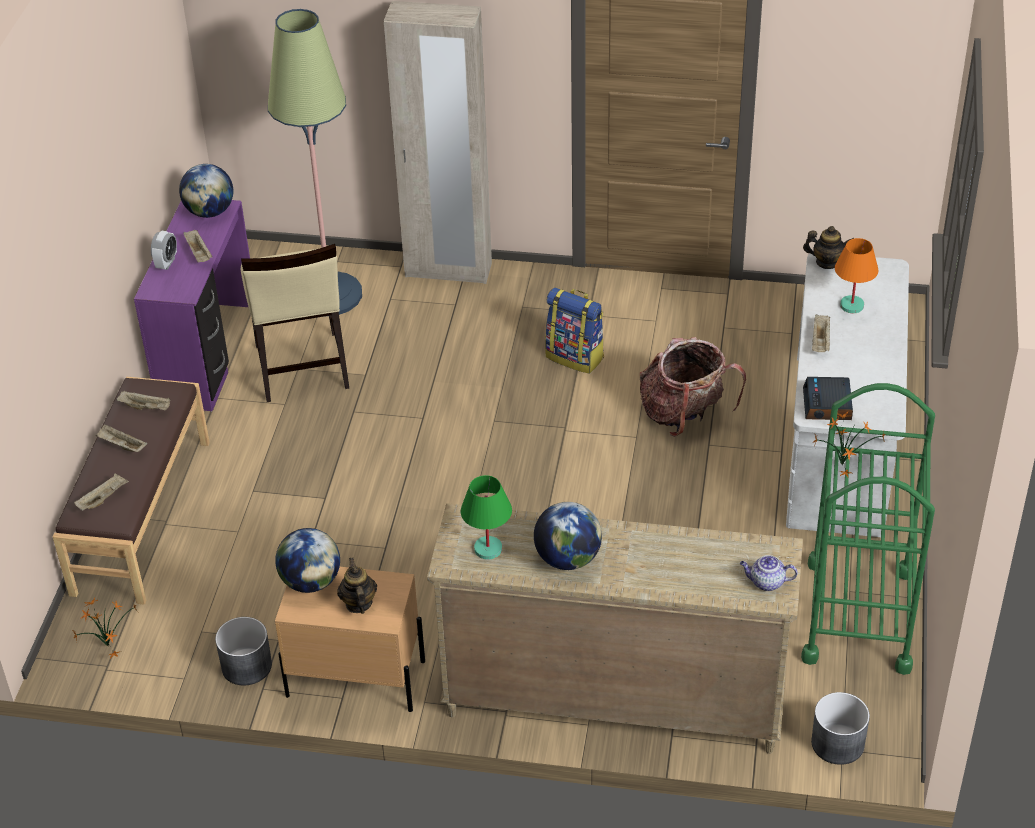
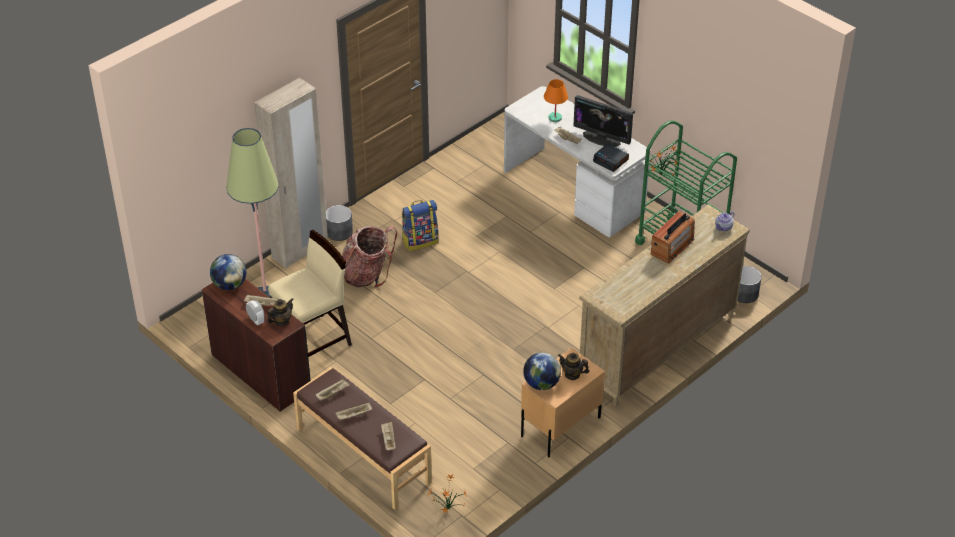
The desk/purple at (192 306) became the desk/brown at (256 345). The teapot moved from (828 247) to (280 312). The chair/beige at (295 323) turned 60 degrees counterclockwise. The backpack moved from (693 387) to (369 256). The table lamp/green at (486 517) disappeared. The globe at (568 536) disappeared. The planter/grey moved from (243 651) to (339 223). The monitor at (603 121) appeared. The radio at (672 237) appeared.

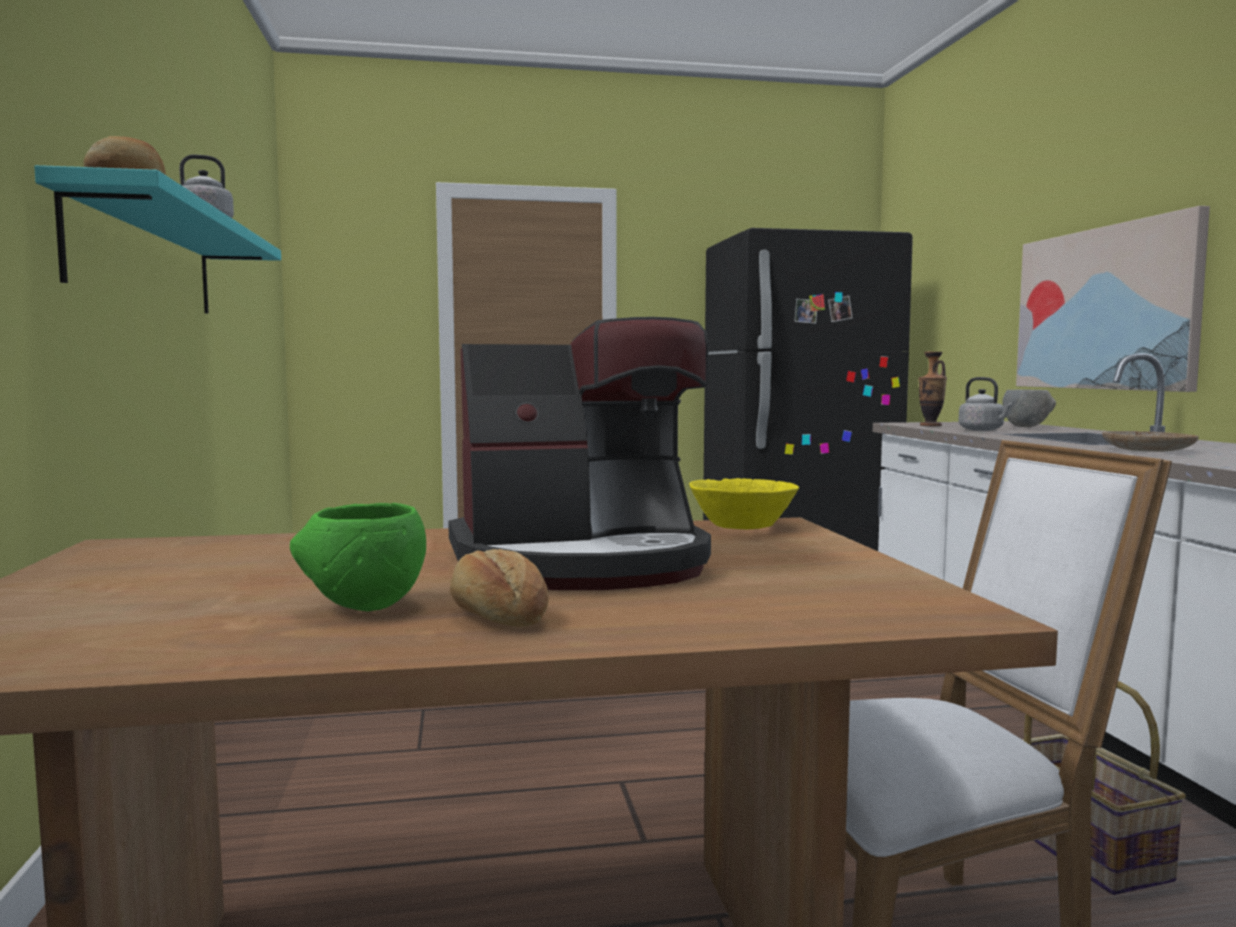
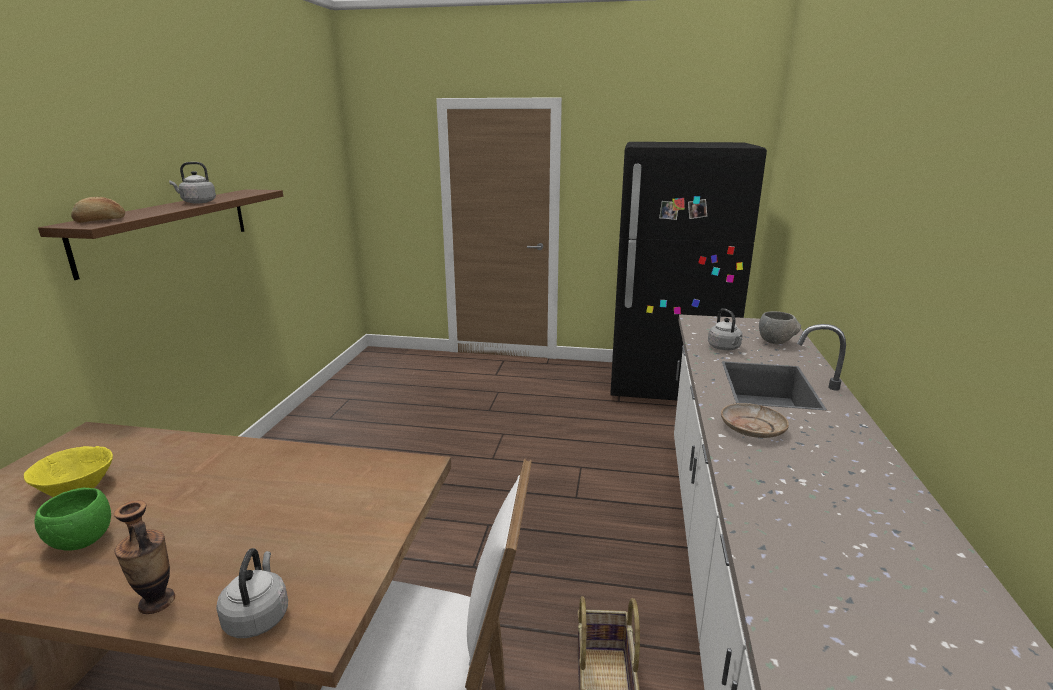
The shelf/turquoise at (157 239) became the shelf/brown at (160 234). The picture at (1113 299) disappeared. The coffee machine at (579 453) disappeared. The vase moved from (932 389) to (144 557). The bowl/yellow moved from (744 503) to (68 471). The bread at (499 588) disappeared. The kettle/grey at (252 593) appeared.

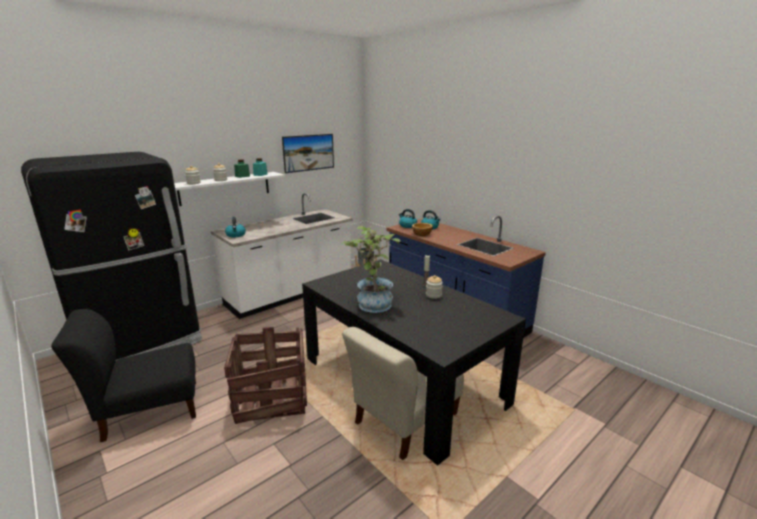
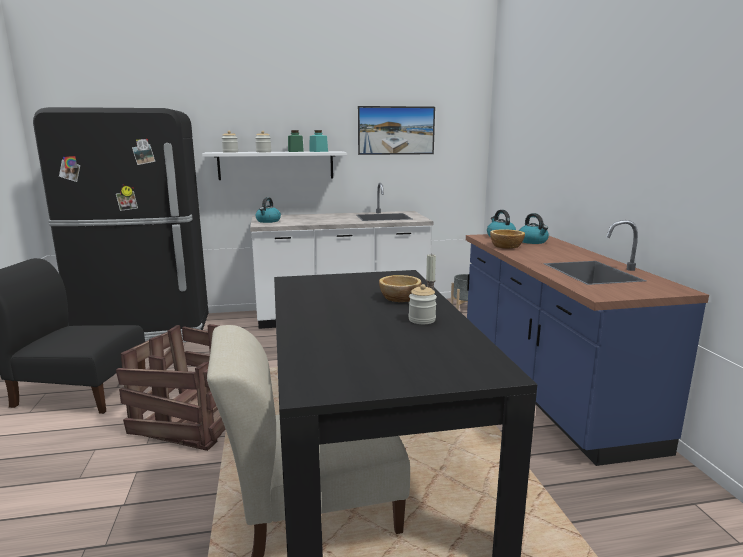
The potted plant at (371 269) disappeared. The bowl at (400 288) appeared.

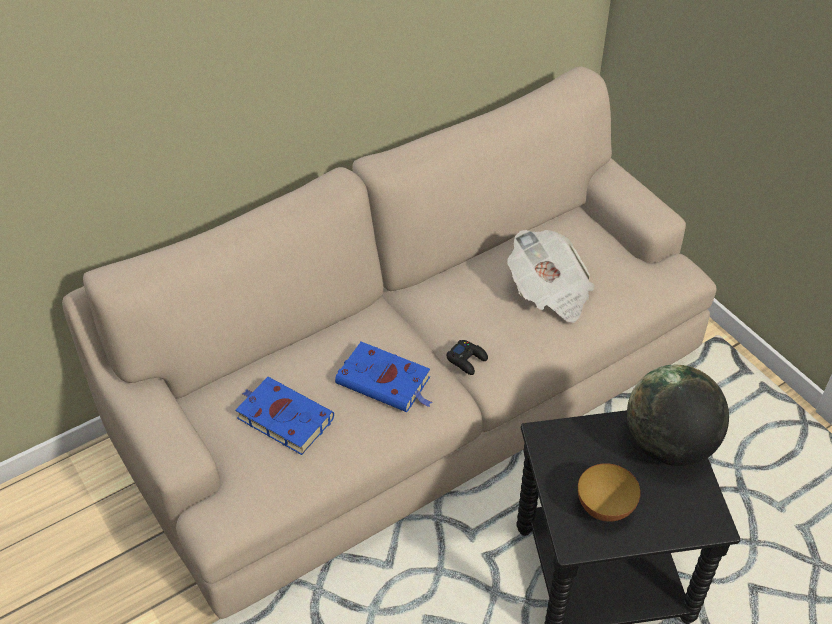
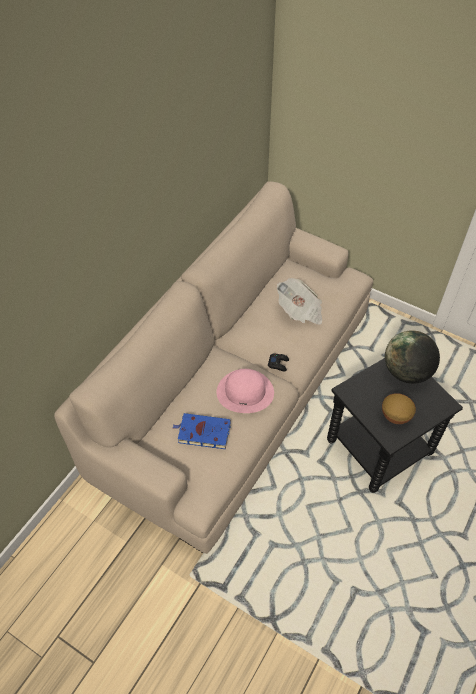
The book/blue at (384 377) was replaced by the hat/pink at (245 391).

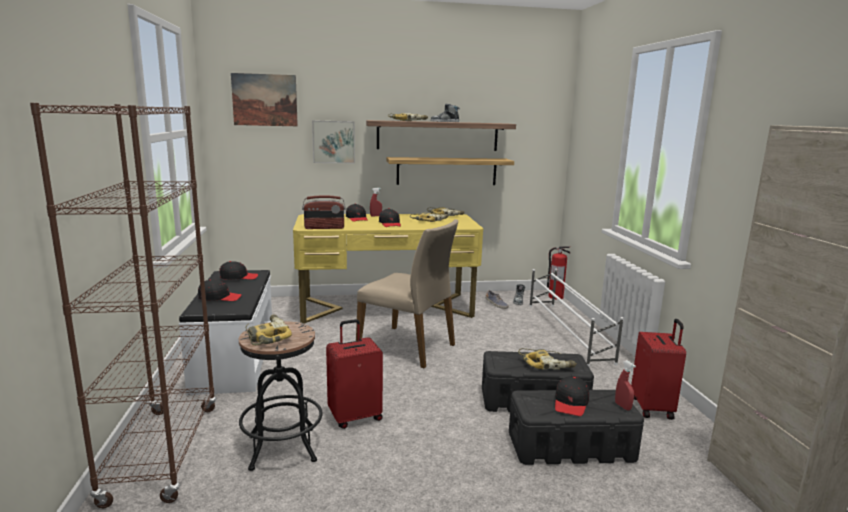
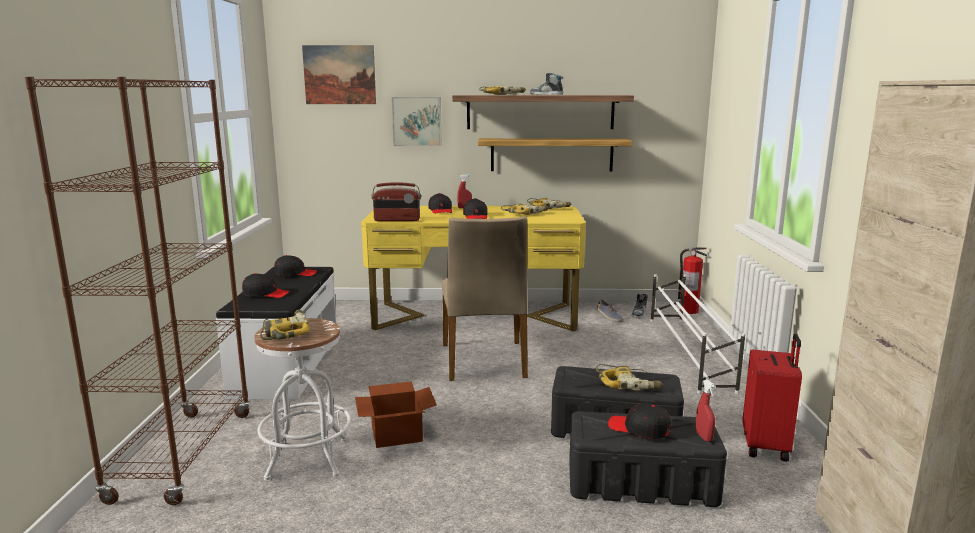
The chair/beige at (407 293) turned 45 degrees clockwise. The suitcase/red at (354 374) was replaced by the cardboard box at (396 414). The stool/black at (280 396) became the stool/white at (302 399). The cap/black at (572 396) turned 90 degrees clockwise.

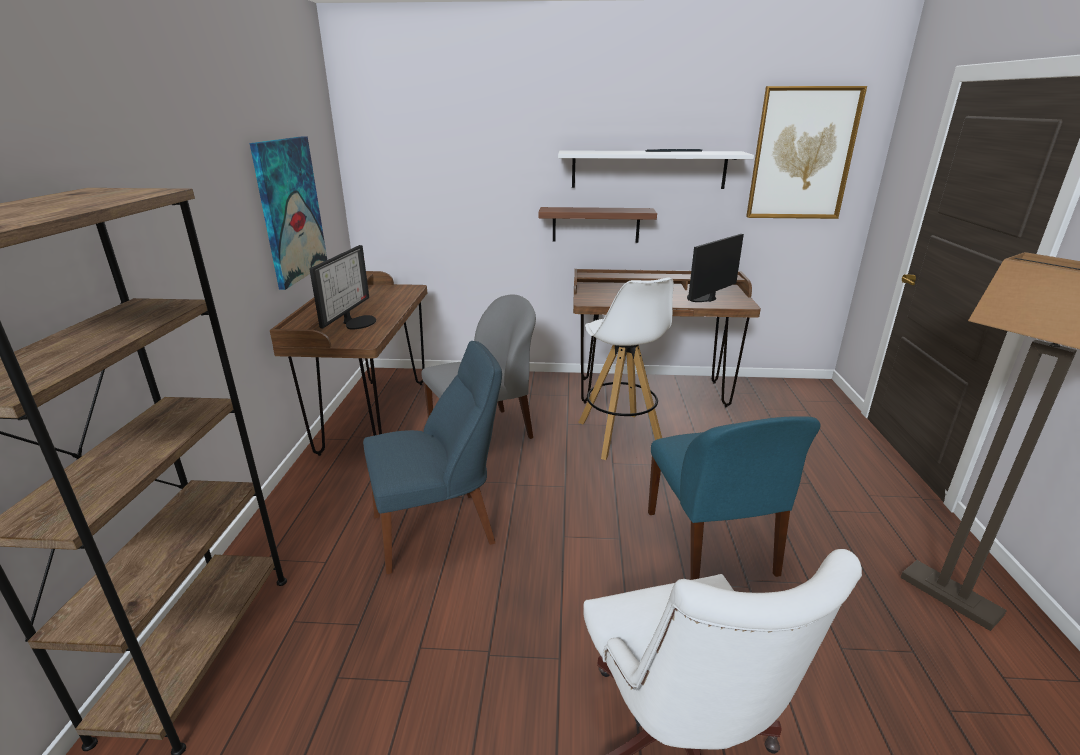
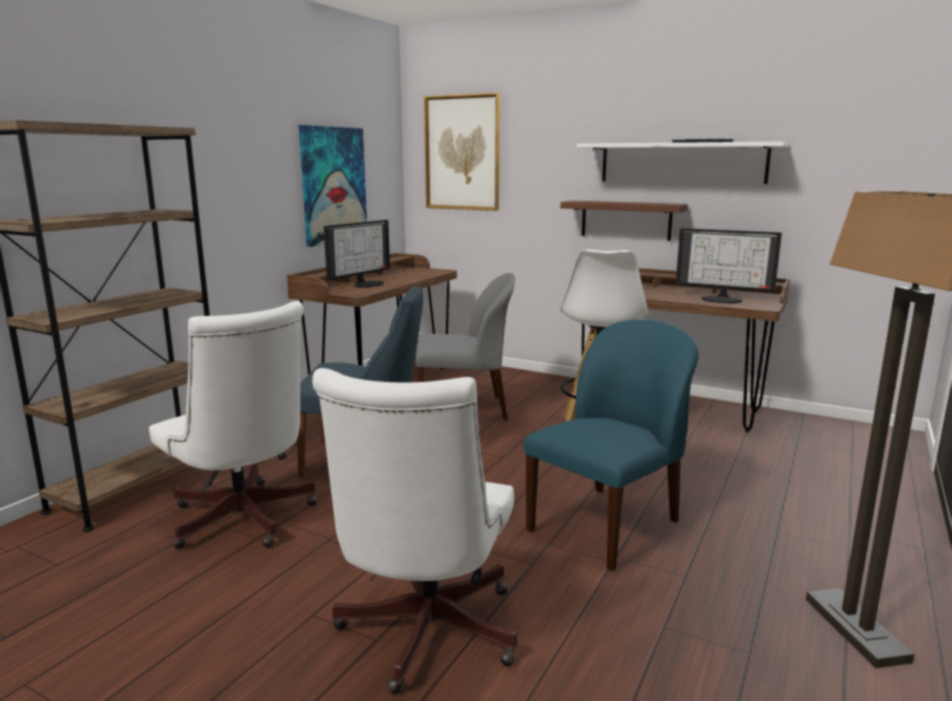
The picture moved from (806 152) to (462 152). The monitor at (715 268) turned 135 degrees counterclockwise. The chair/blue at (734 498) turned 150 degrees counterclockwise. The office chair/white at (233 425) appeared.

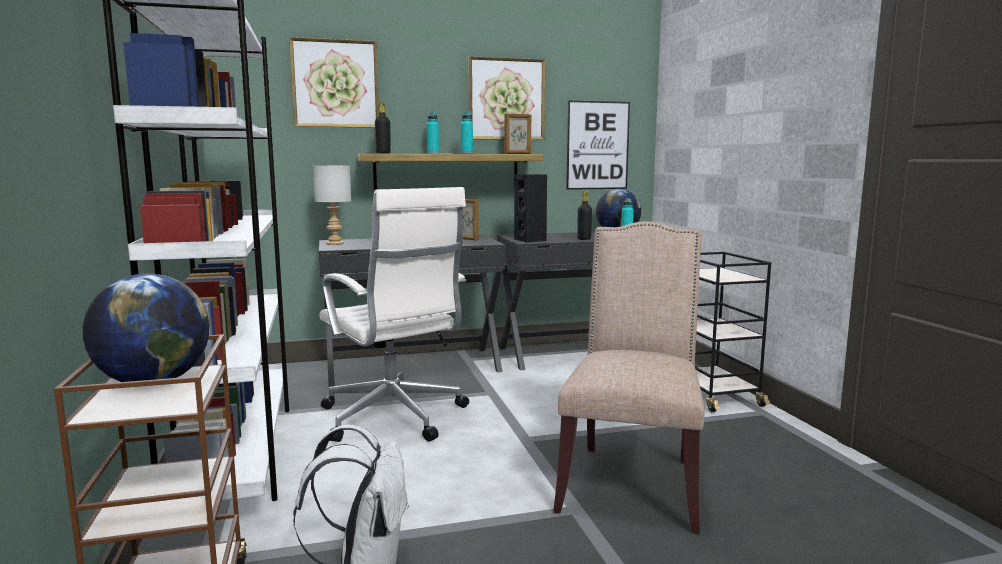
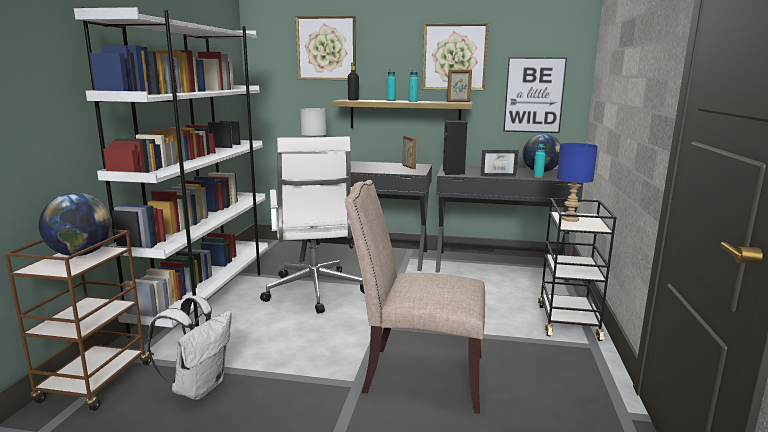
The bottle/black at (584 215) was replaced by the picture frame at (500 163). The chair/beige at (629 377) turned 120 degrees counterclockwise. The table lamp/blue at (577 182) appeared.

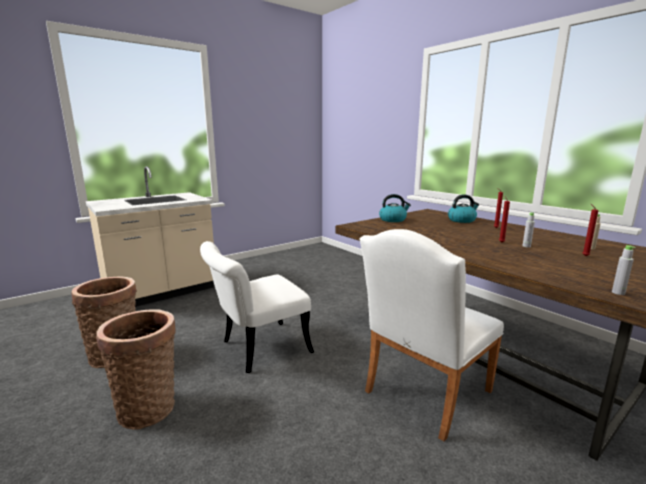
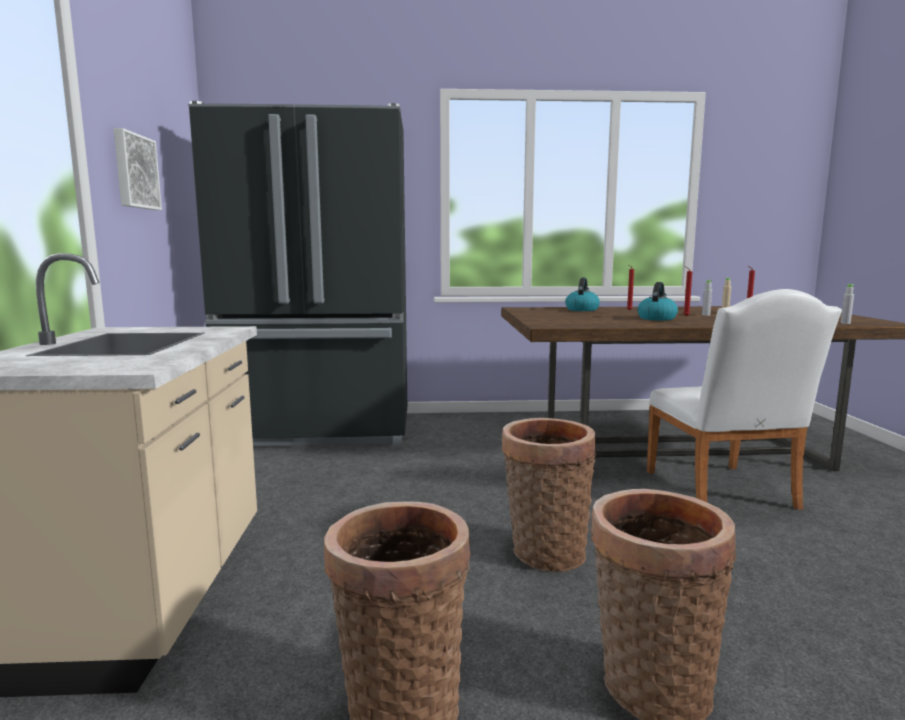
The kettle moved from (395 208) to (657 301). The chair/white at (257 307) was replaced by the basket at (548 495). The fridge/black at (297 273) appeared. The picture at (137 169) appeared.

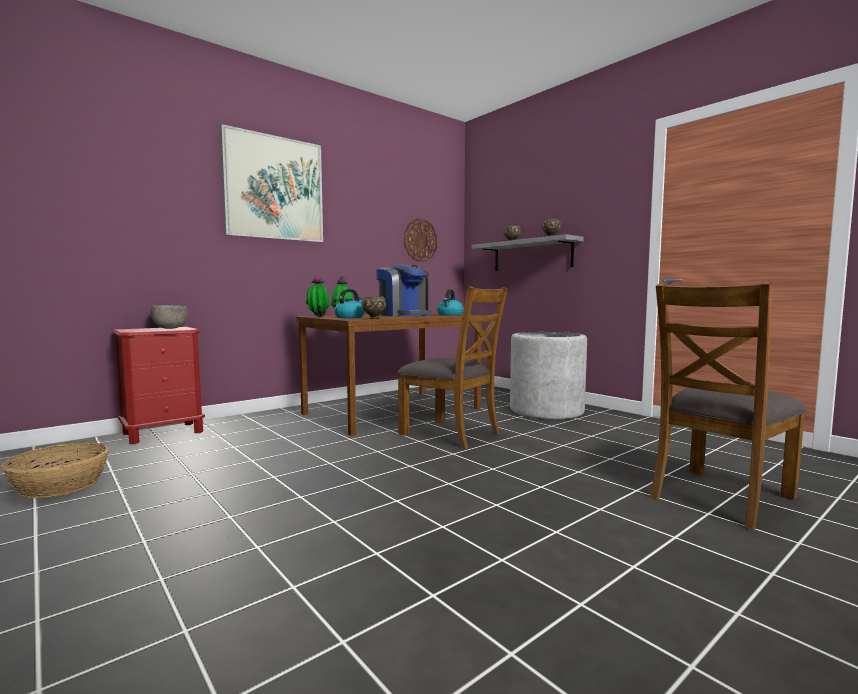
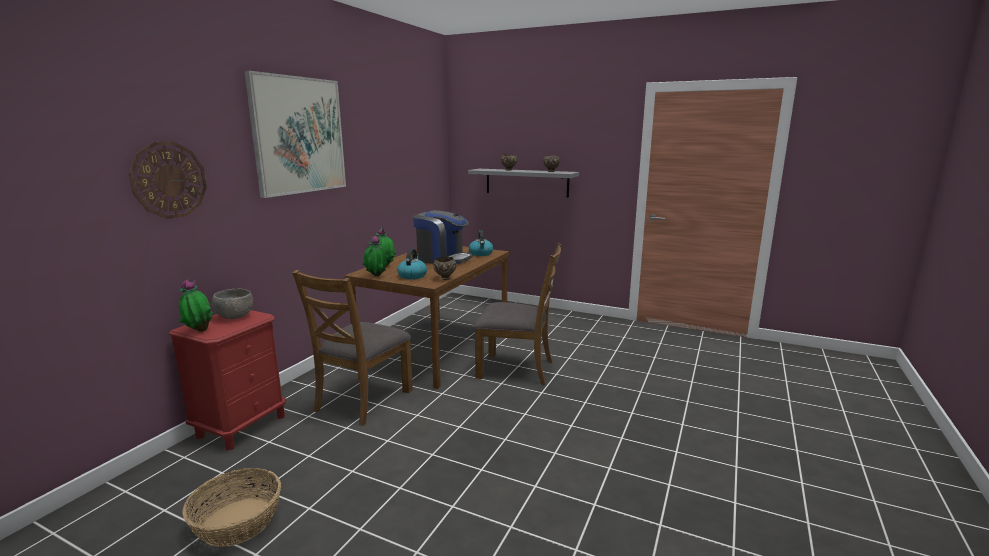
The wall clock moved from (420 240) to (168 180). The chair/brown moved from (729 406) to (353 348). The planter/grey at (548 375) disappeared. The potted plant at (196 305) appeared.

